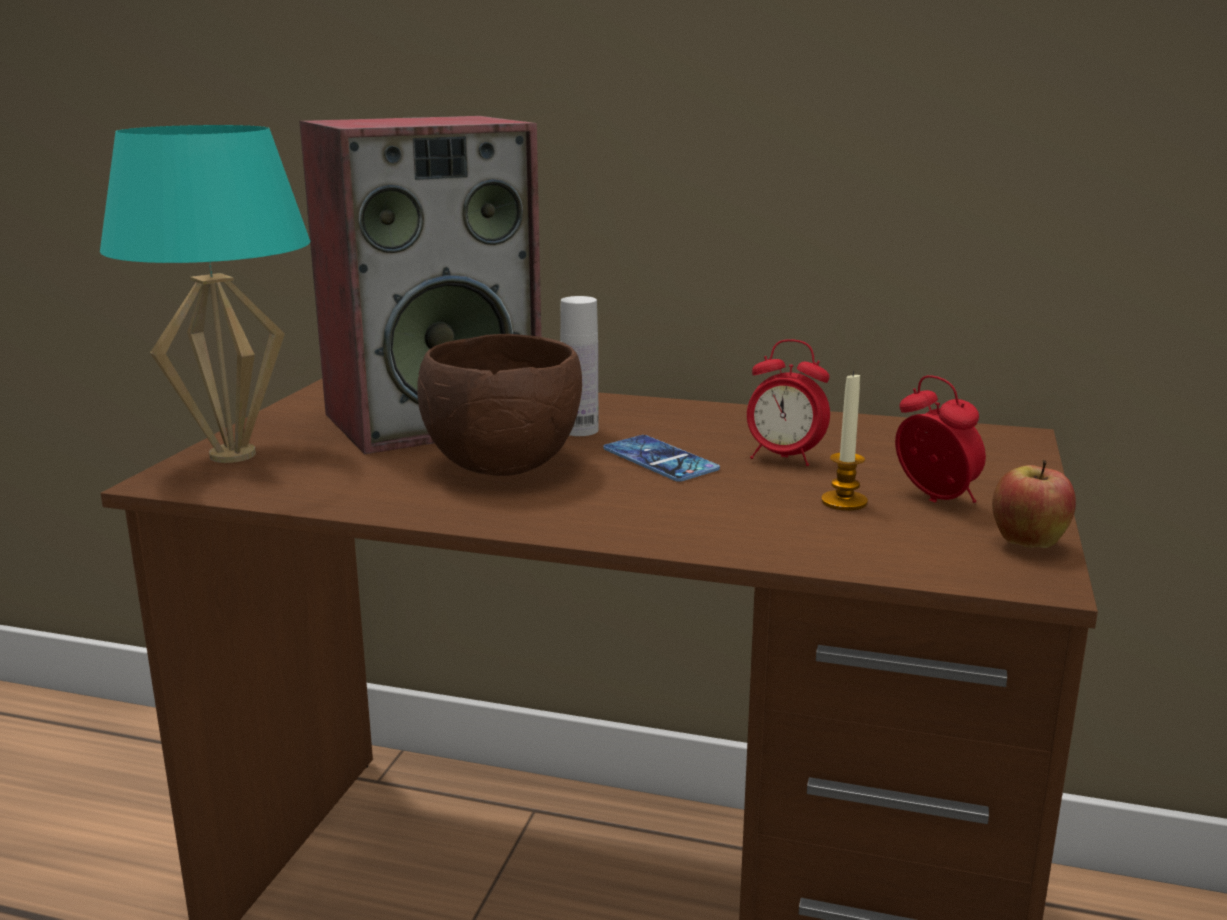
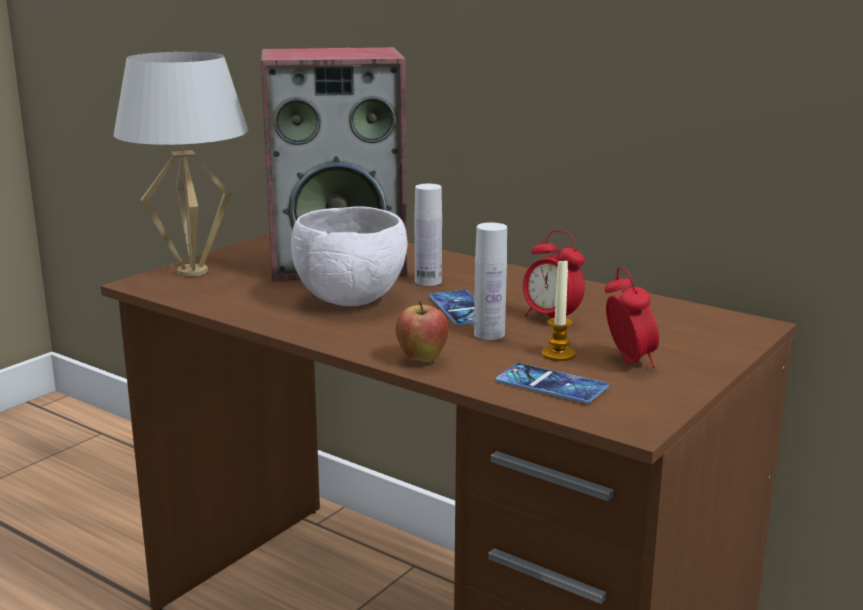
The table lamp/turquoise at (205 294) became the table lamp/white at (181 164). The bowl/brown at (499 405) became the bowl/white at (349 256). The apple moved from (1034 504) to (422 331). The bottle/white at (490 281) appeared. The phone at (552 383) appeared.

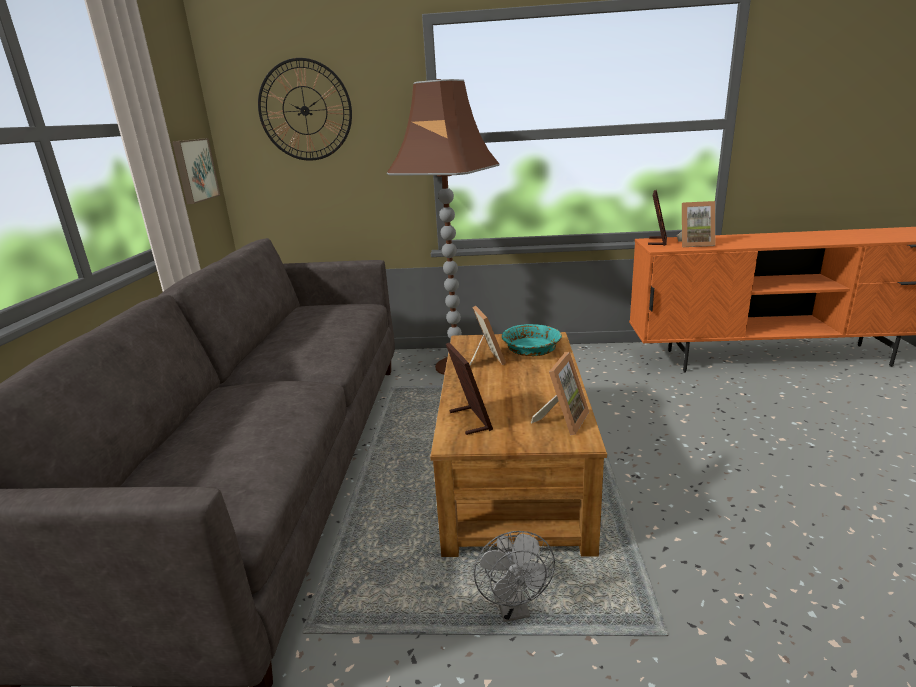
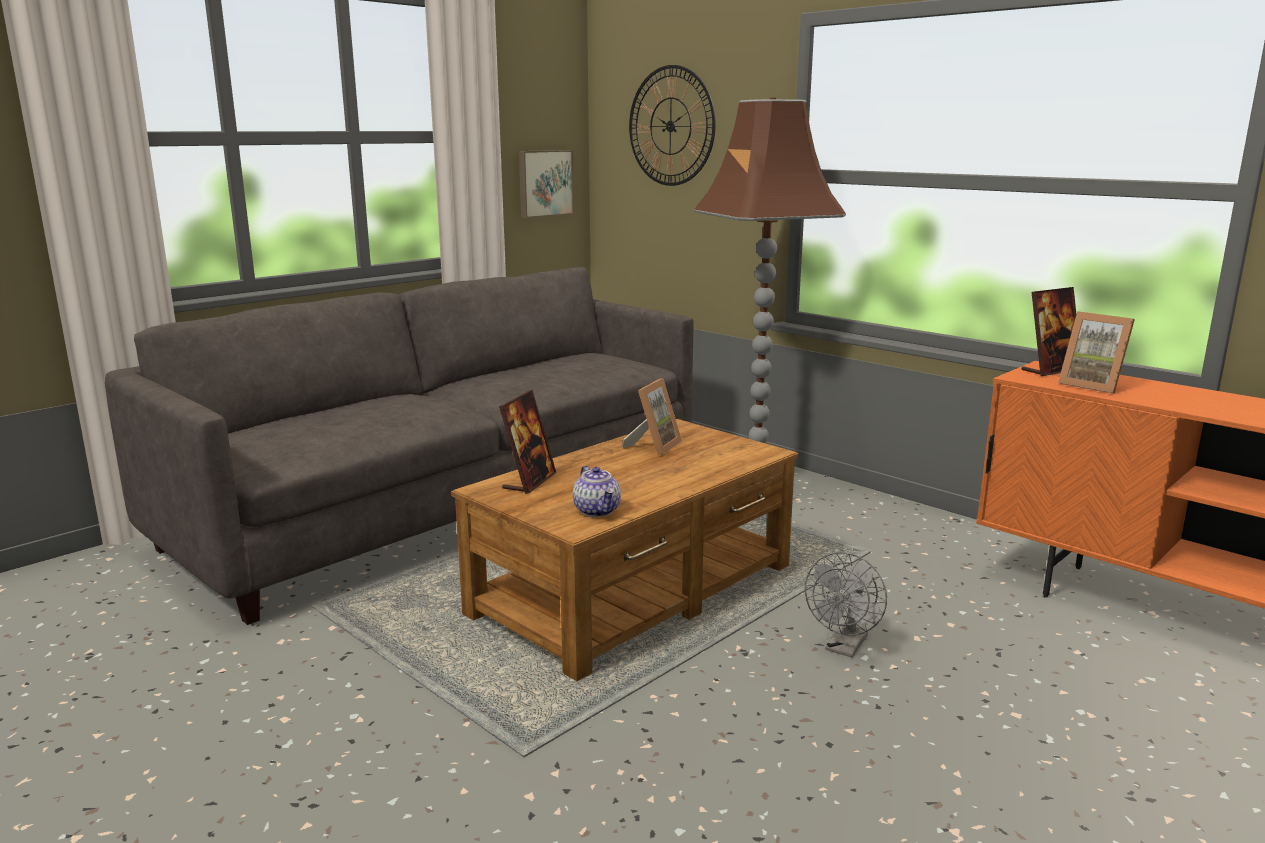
The bowl/turquoise at (532 340) disappeared. The picture frame at (560 393) was replaced by the teapot at (597 491). The fan/grey moved from (514 576) to (846 604).

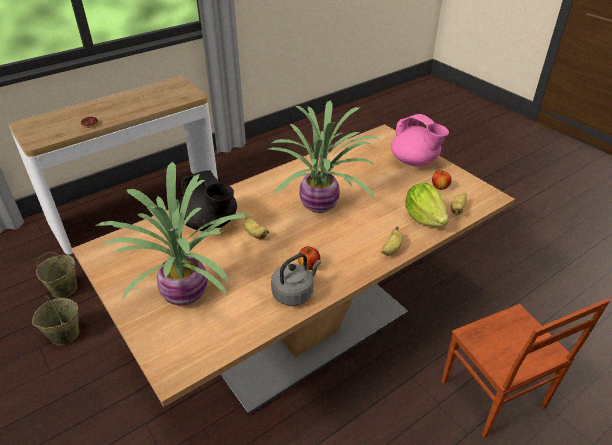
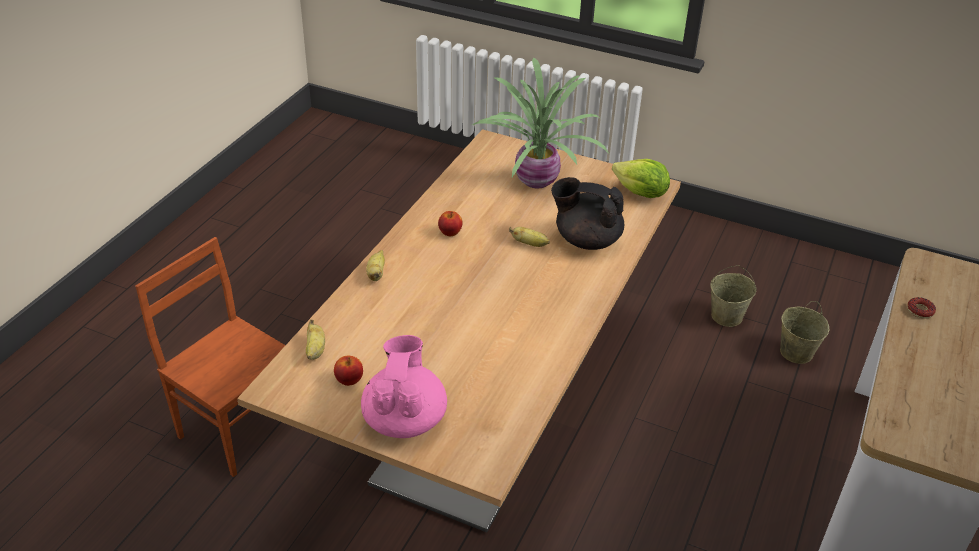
The potted plant at (324 157) disappeared. The teapot/pink at (420 140) turned 75 degrees clockwise. The lettuce moved from (426 205) to (641 178). The kettle/grey at (296 279) disappeared.

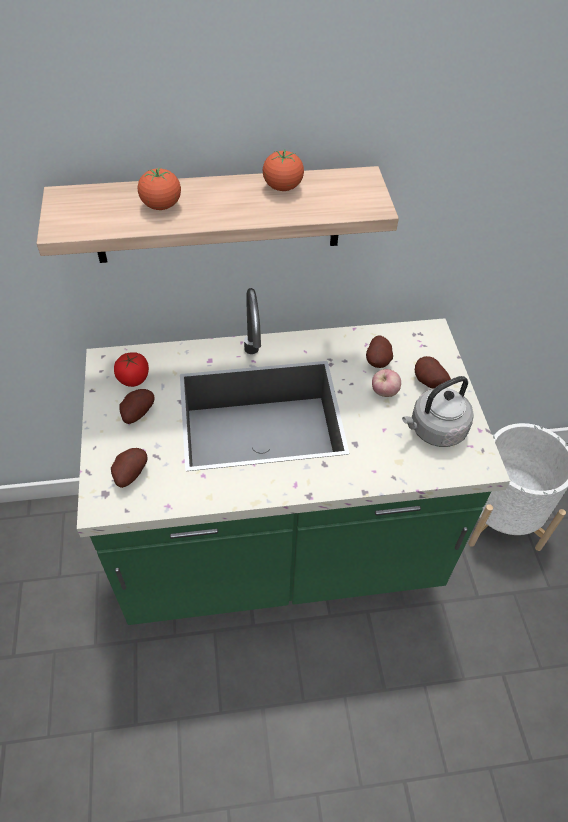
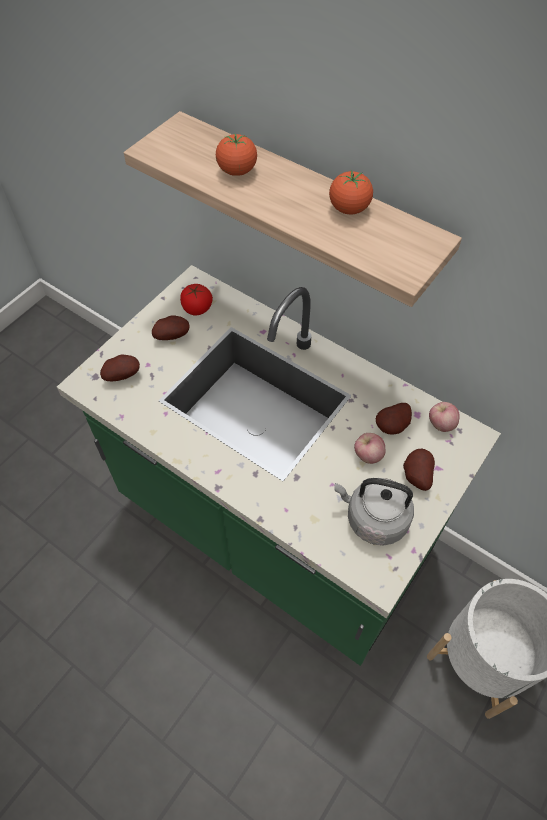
The apple at (444 417) appeared.

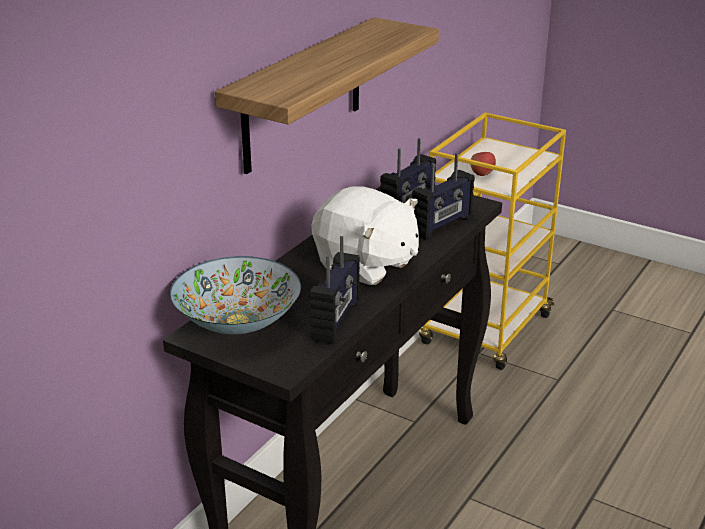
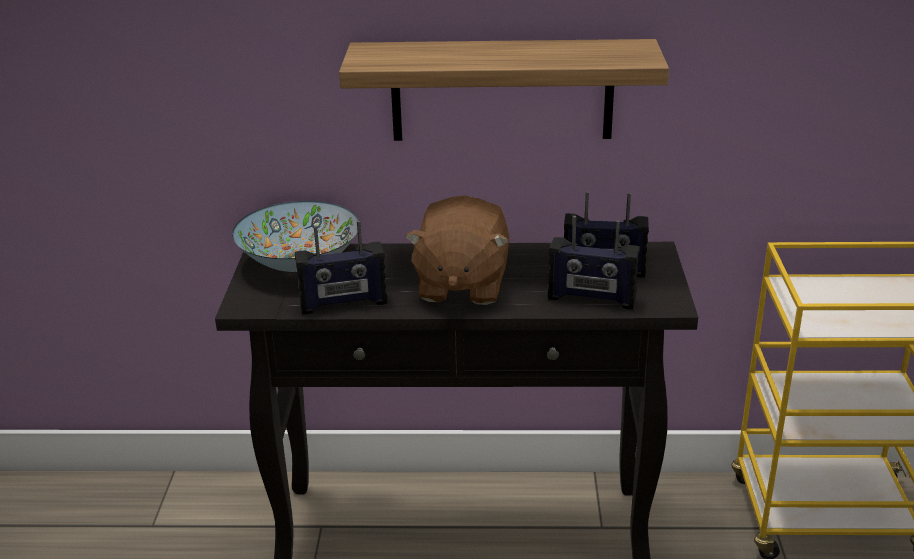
The apple at (483 164) disappeared. The plush toy/white at (365 235) became the plush toy/brown at (457 250).

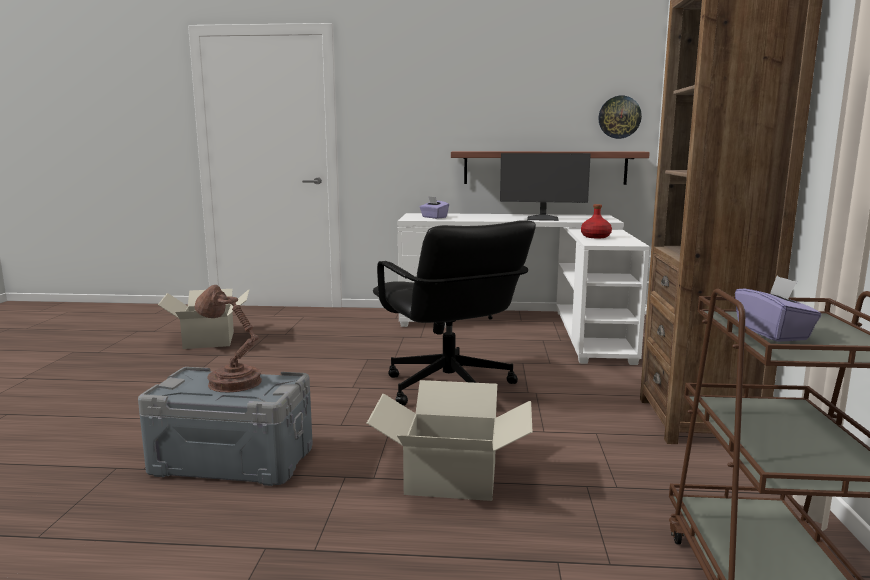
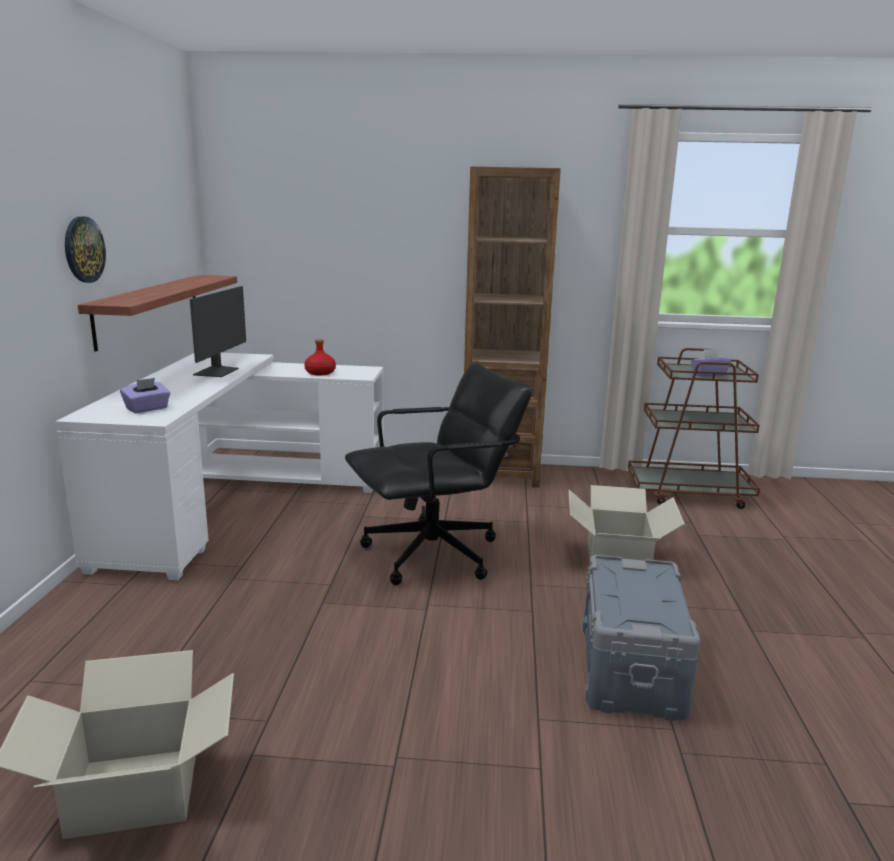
The wall clock moved from (620 117) to (85 250). The table lamp/brown at (228 338) disappeared.

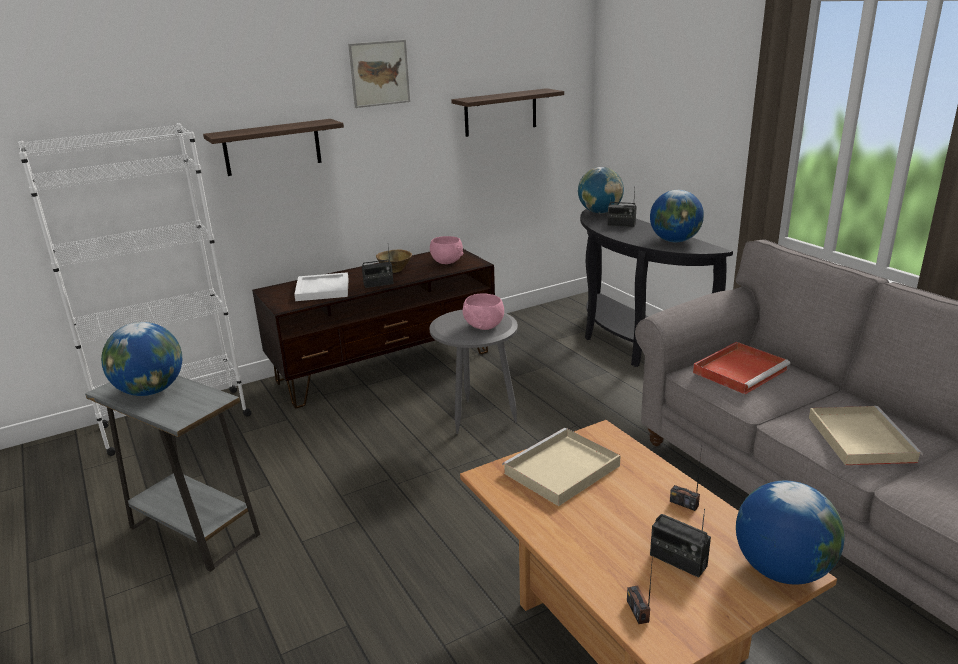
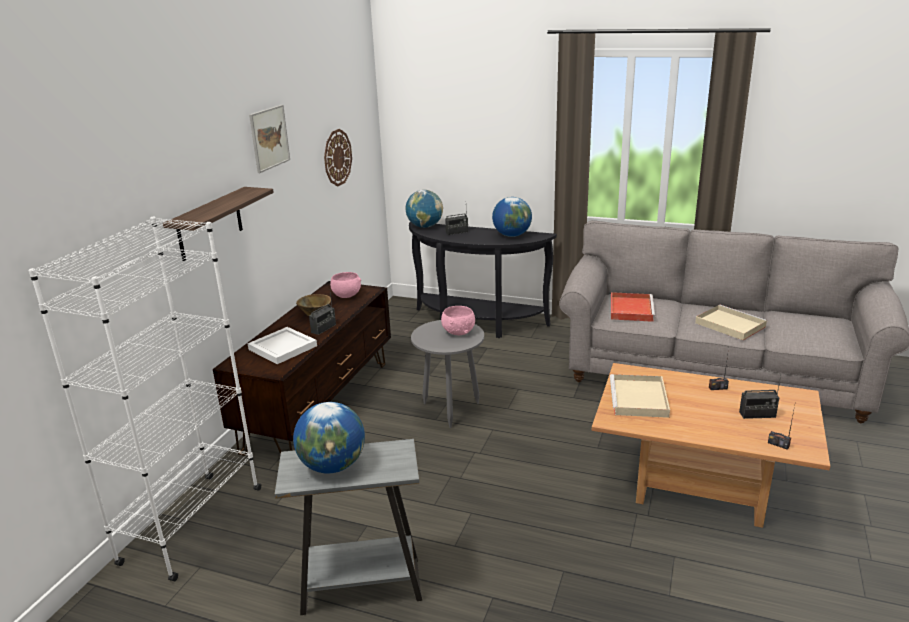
The shelf at (507 112) was replaced by the wall clock at (338 157). The globe at (790 533) disappeared.

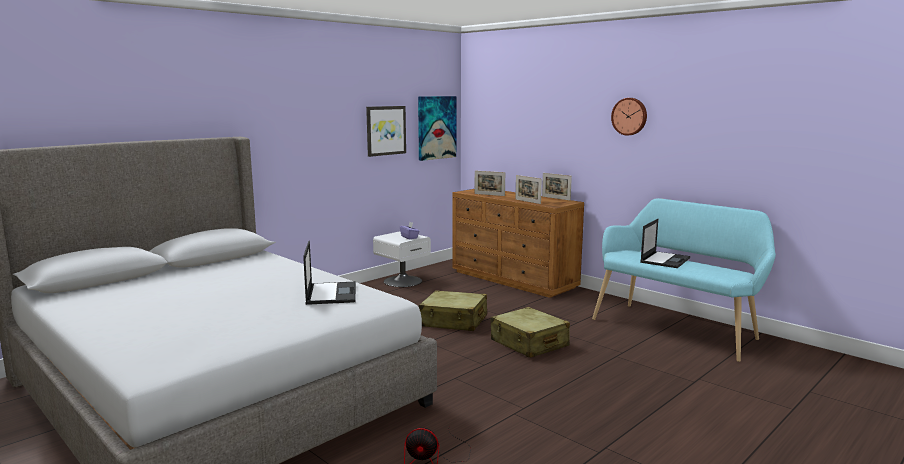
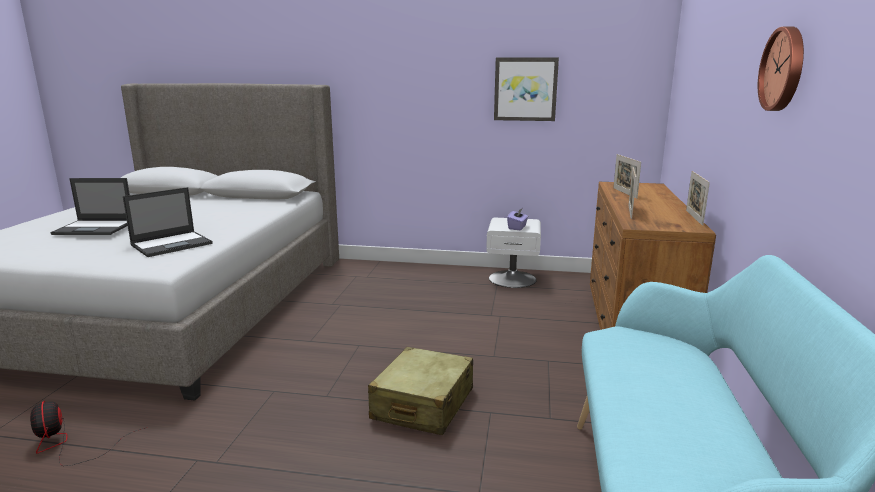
The picture at (437 128) disappeared. The laptop moved from (665 243) to (90 206). The suitcase/beige at (453 310) disappeared.

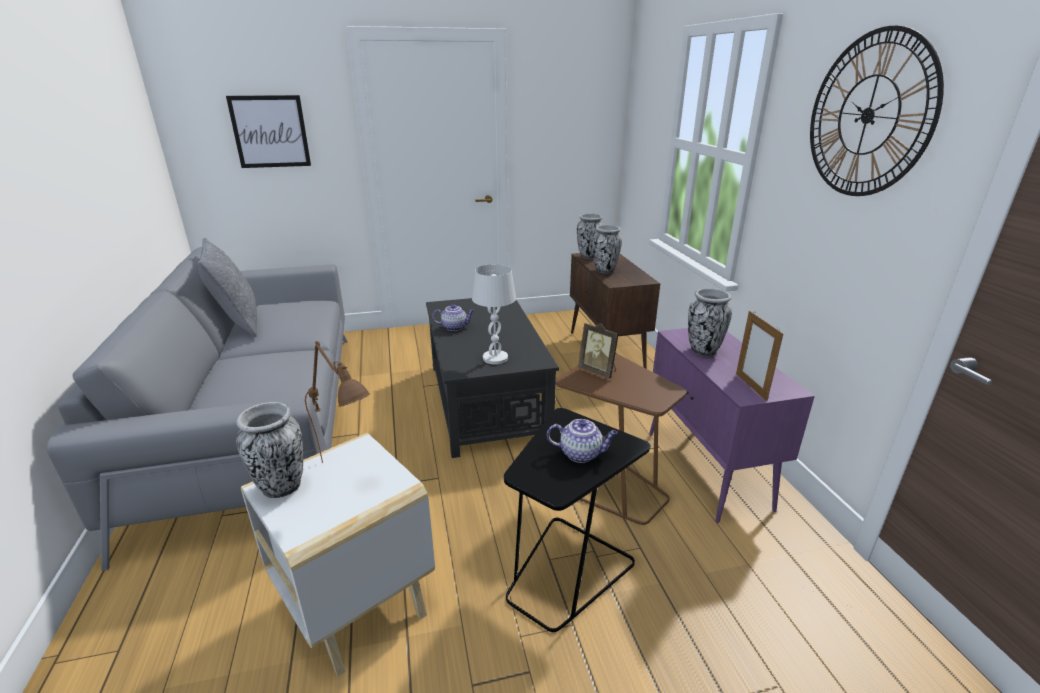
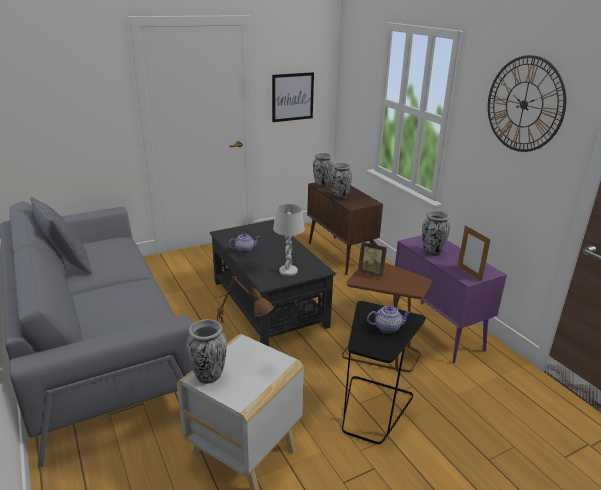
The picture moved from (268 131) to (293 97).

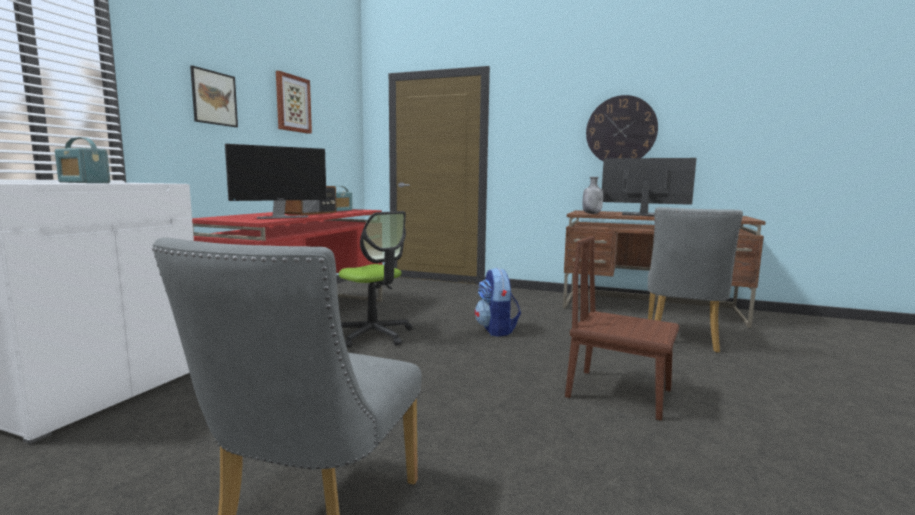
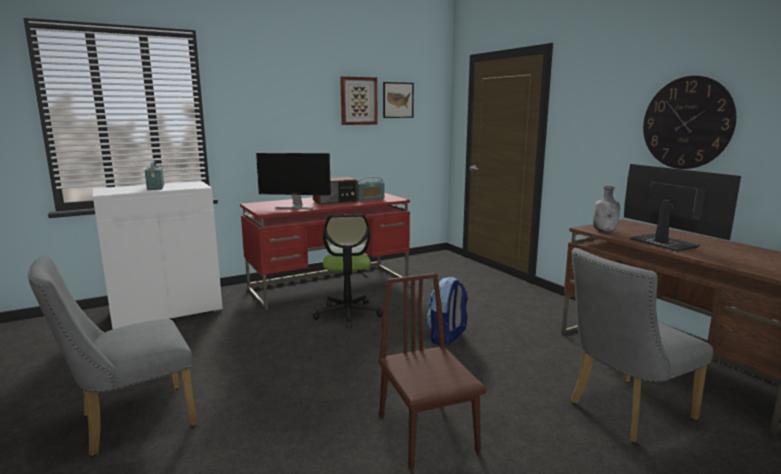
The picture moved from (214 96) to (398 100).

